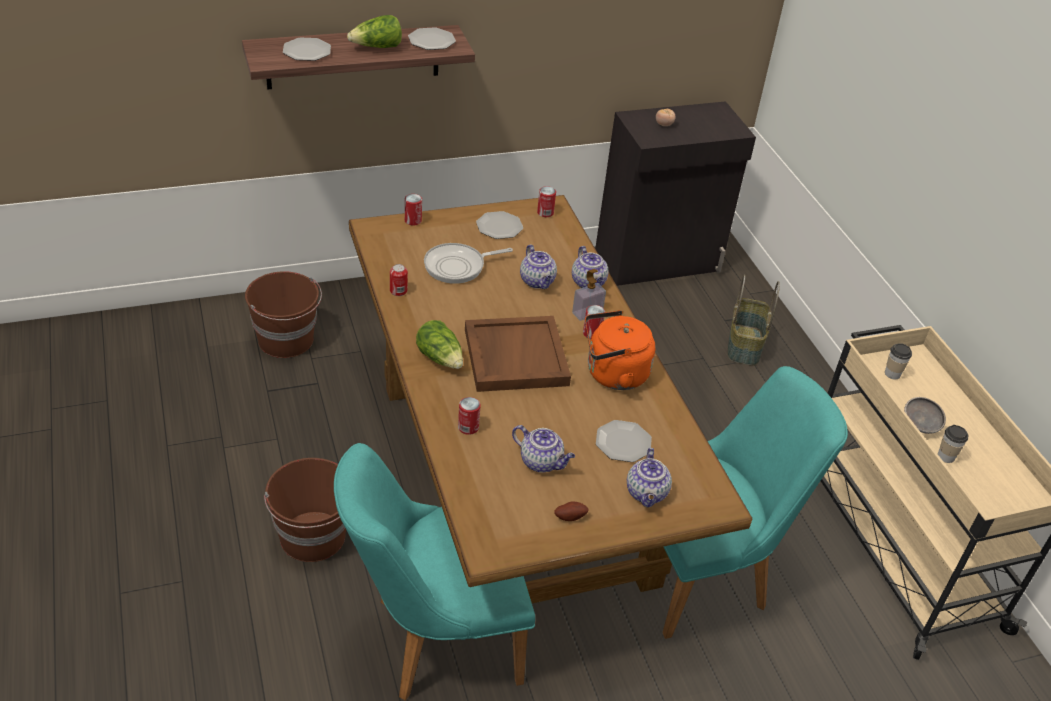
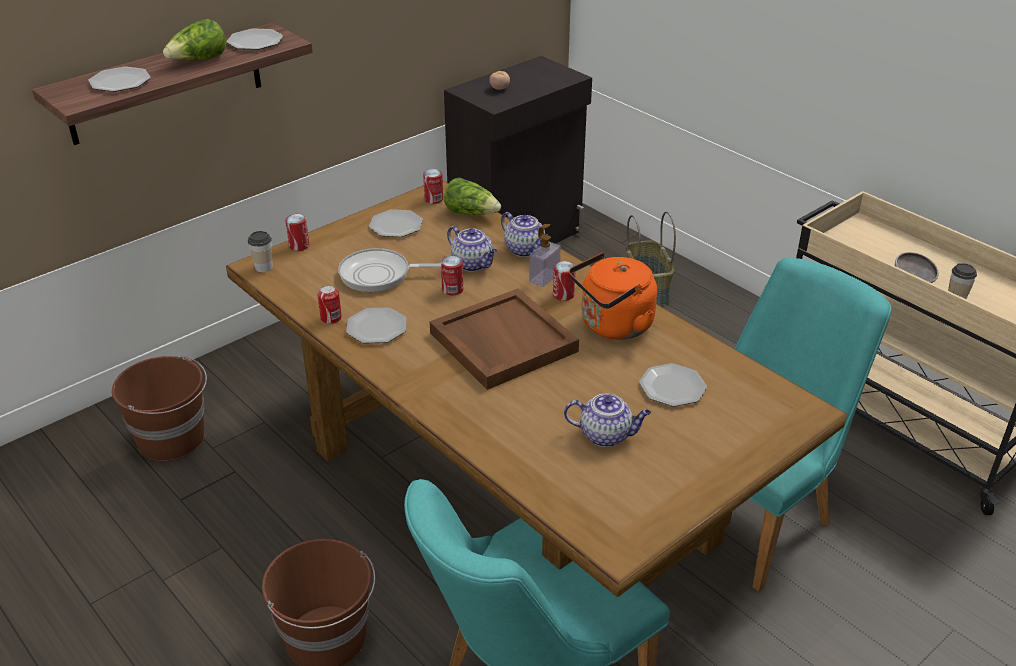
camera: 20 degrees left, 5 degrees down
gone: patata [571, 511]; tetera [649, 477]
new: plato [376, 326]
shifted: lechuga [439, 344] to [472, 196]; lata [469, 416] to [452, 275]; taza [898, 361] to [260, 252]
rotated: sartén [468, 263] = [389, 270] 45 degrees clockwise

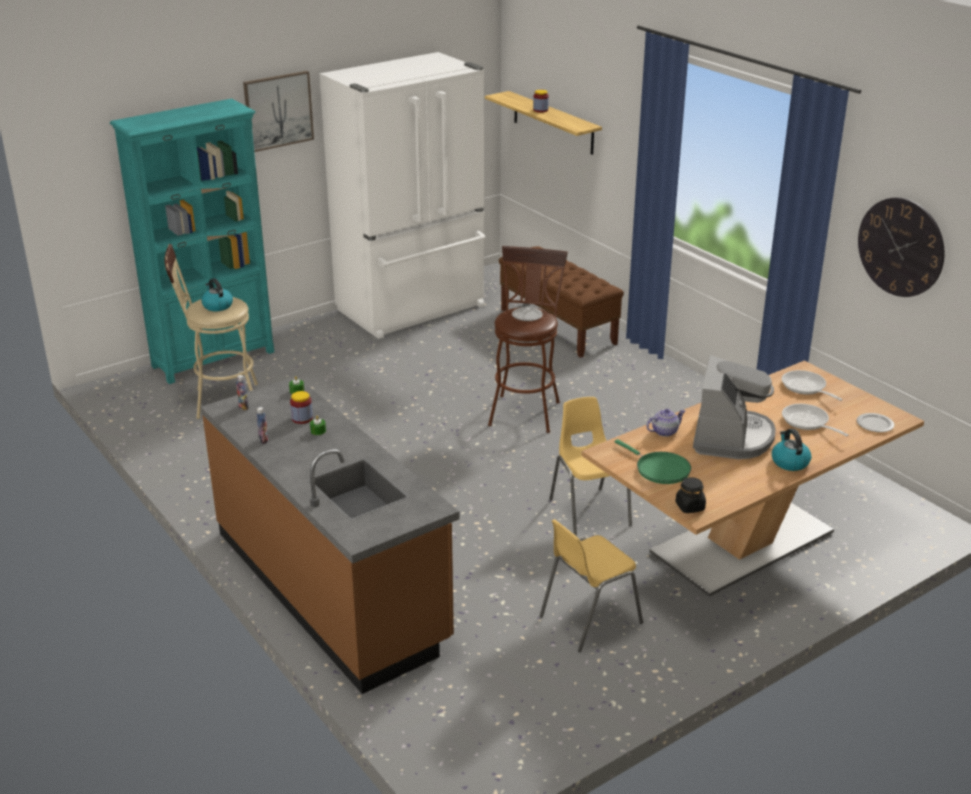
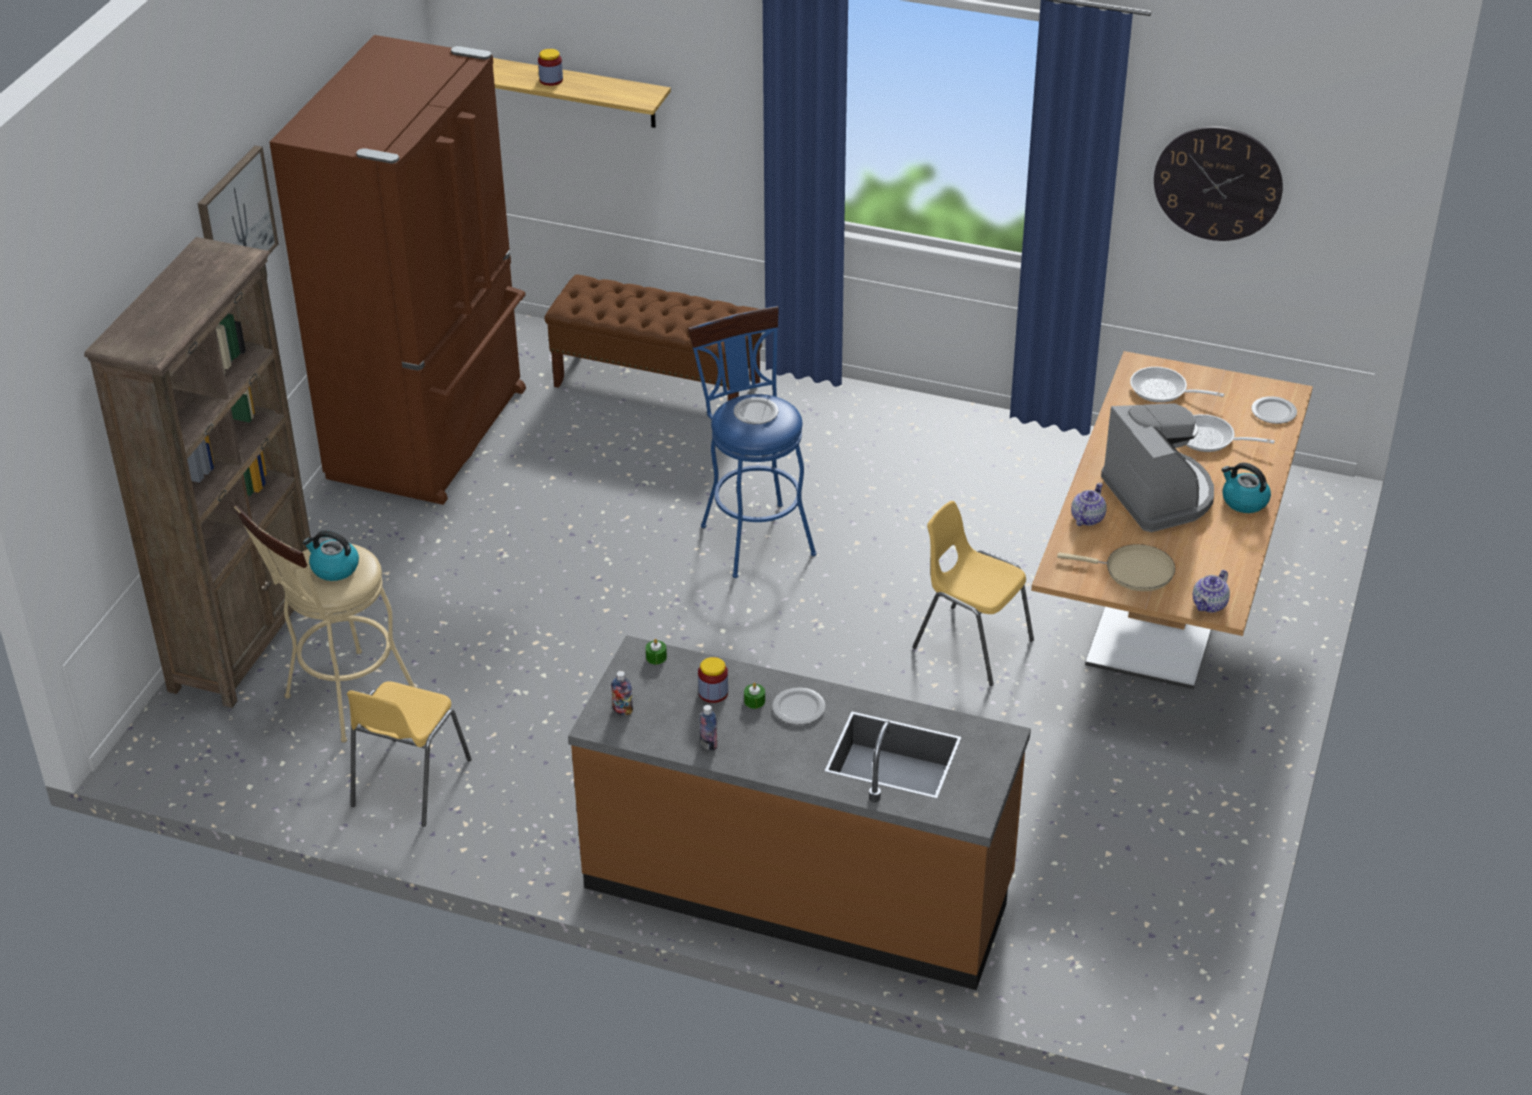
camera: 35 degrees left, 10 degrees up
new: plato [799, 706]
shifted: silla (amarillo) [591, 585] to [409, 754]
swapped: tarro (negro) [690, 495] to tetera [1211, 591]
repainted: estantería (turquesa) [192, 241] to estantería (marrón) [197, 472]; nevera (blanco) [402, 195] to nevera (marrón) [397, 270]; taburete (marrón) [528, 339] to taburete (azul) [752, 442]; sartén (verde) [653, 461] to sartén (beis) [1116, 567]

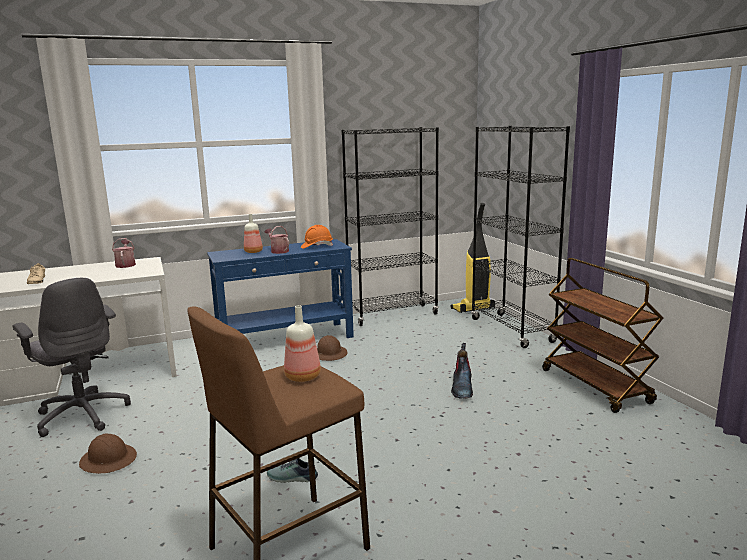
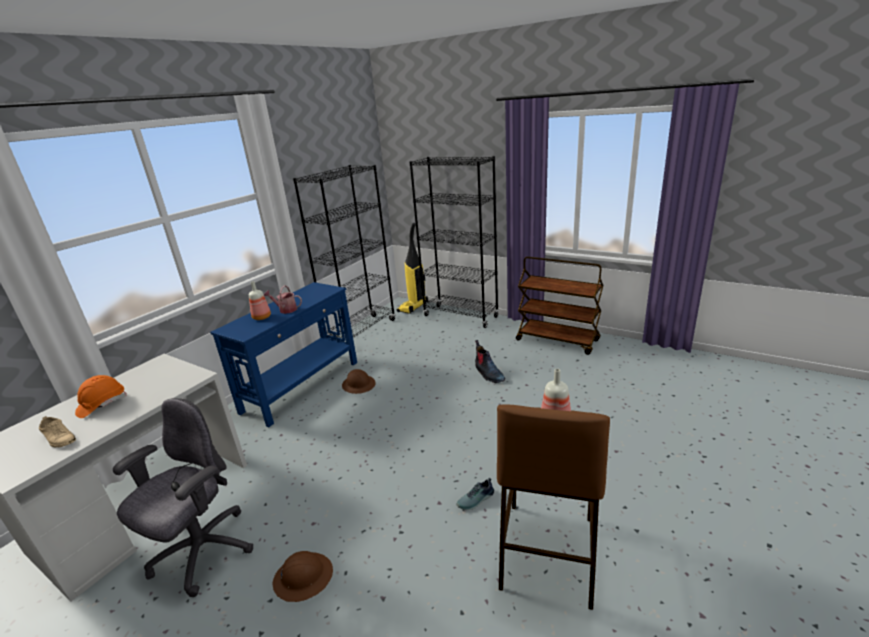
camera: 35 degrees left, 10 degrees up
gone: regadera [124, 253]
shifted: casco (naranja) [317, 237] to [101, 396]
rotated: silla de oficina (gris) [71, 357] = [183, 497] 75 degrees counterclockwise

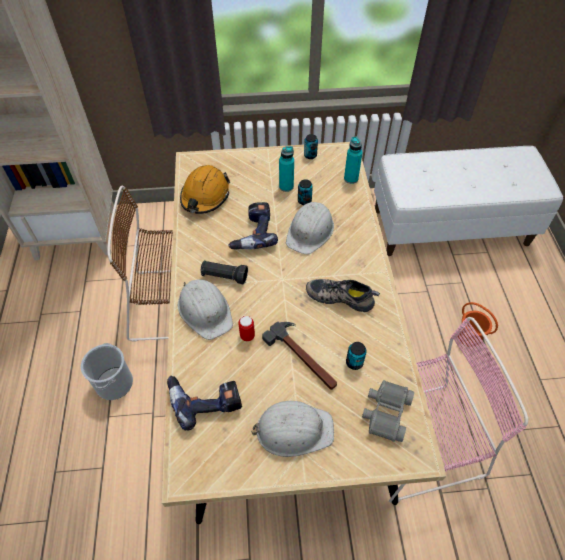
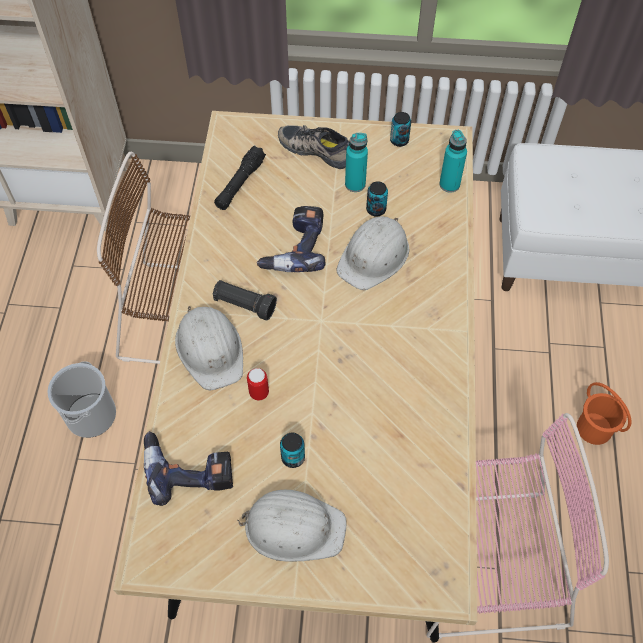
camera: 10 degrees right, 5 degrees up
gone: martillo [299, 356]; prismáticos (gris) [388, 411]
shifted: zapato [343, 295] to [313, 147]; lata [356, 356] to [292, 450]
swapped: casco (naranja) [205, 189] to linterna (negro) [240, 177]

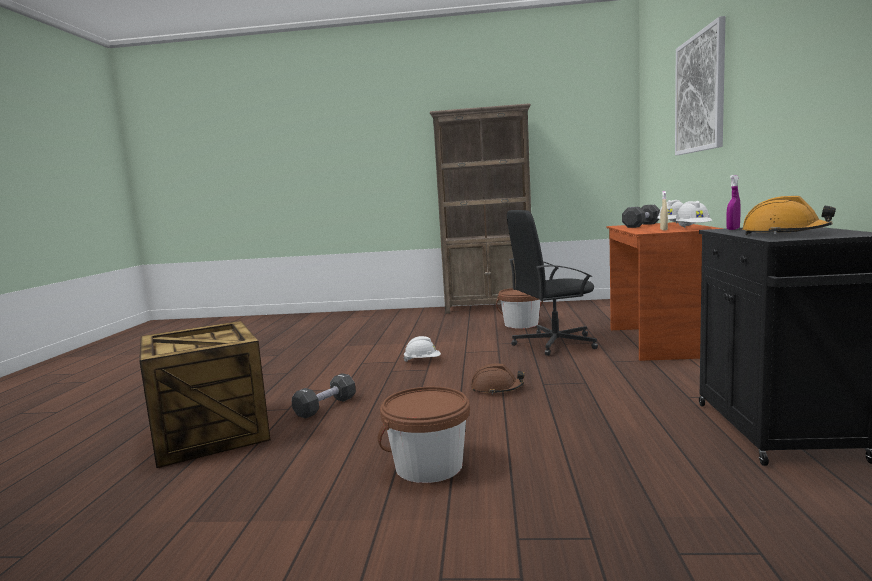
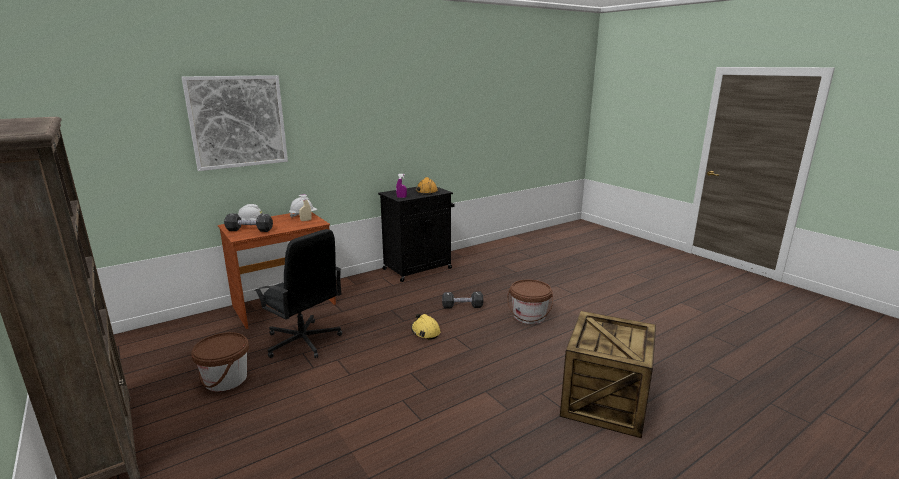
camera: 130 degrees left, 10 degrees up
gone: casco (blanco) [422, 349]
shifted: mancuerna (negro) [324, 396] to [462, 300]
repainted: casco (marrón) [498, 379] to casco (amarillo) [425, 327]

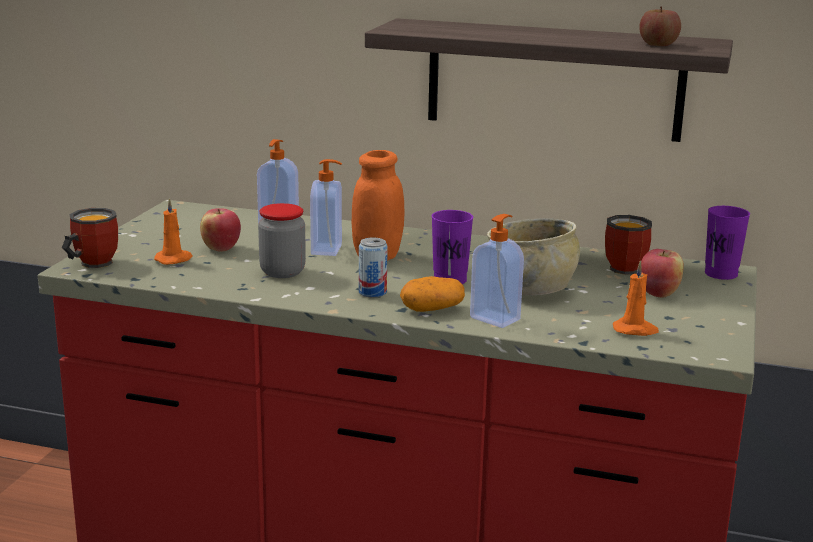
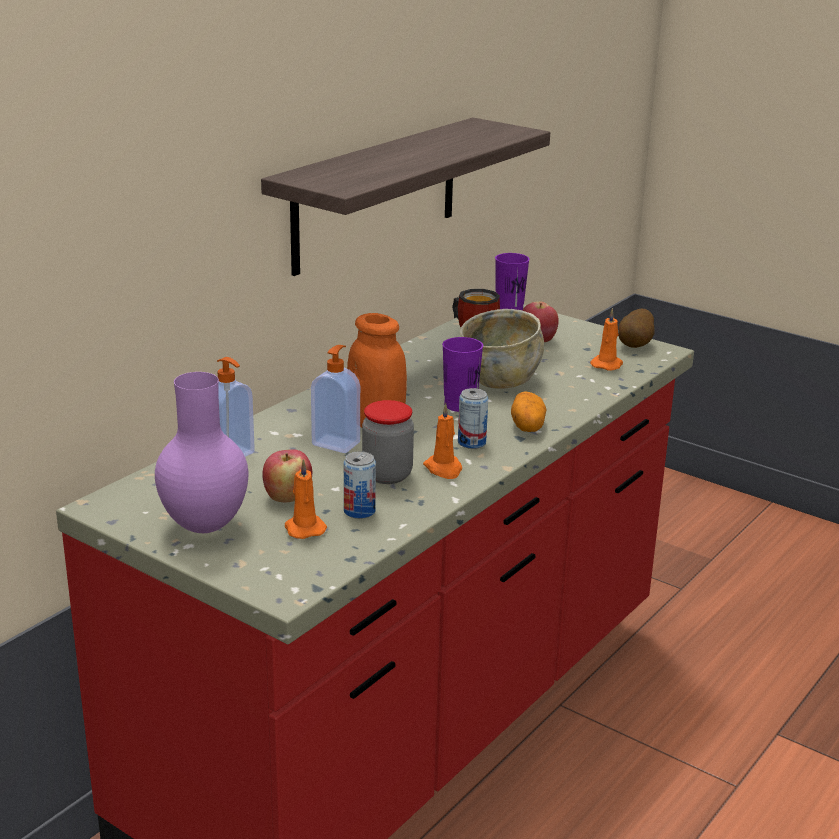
camera: 70 degrees left, 5 degrees up
gone: taza grande [90, 238]; dispensador de jabón [497, 271]; manzana [660, 26]
new: florero (morado) [201, 452]; lata [360, 485]; vela (naranja) [442, 441]; patata [636, 328]

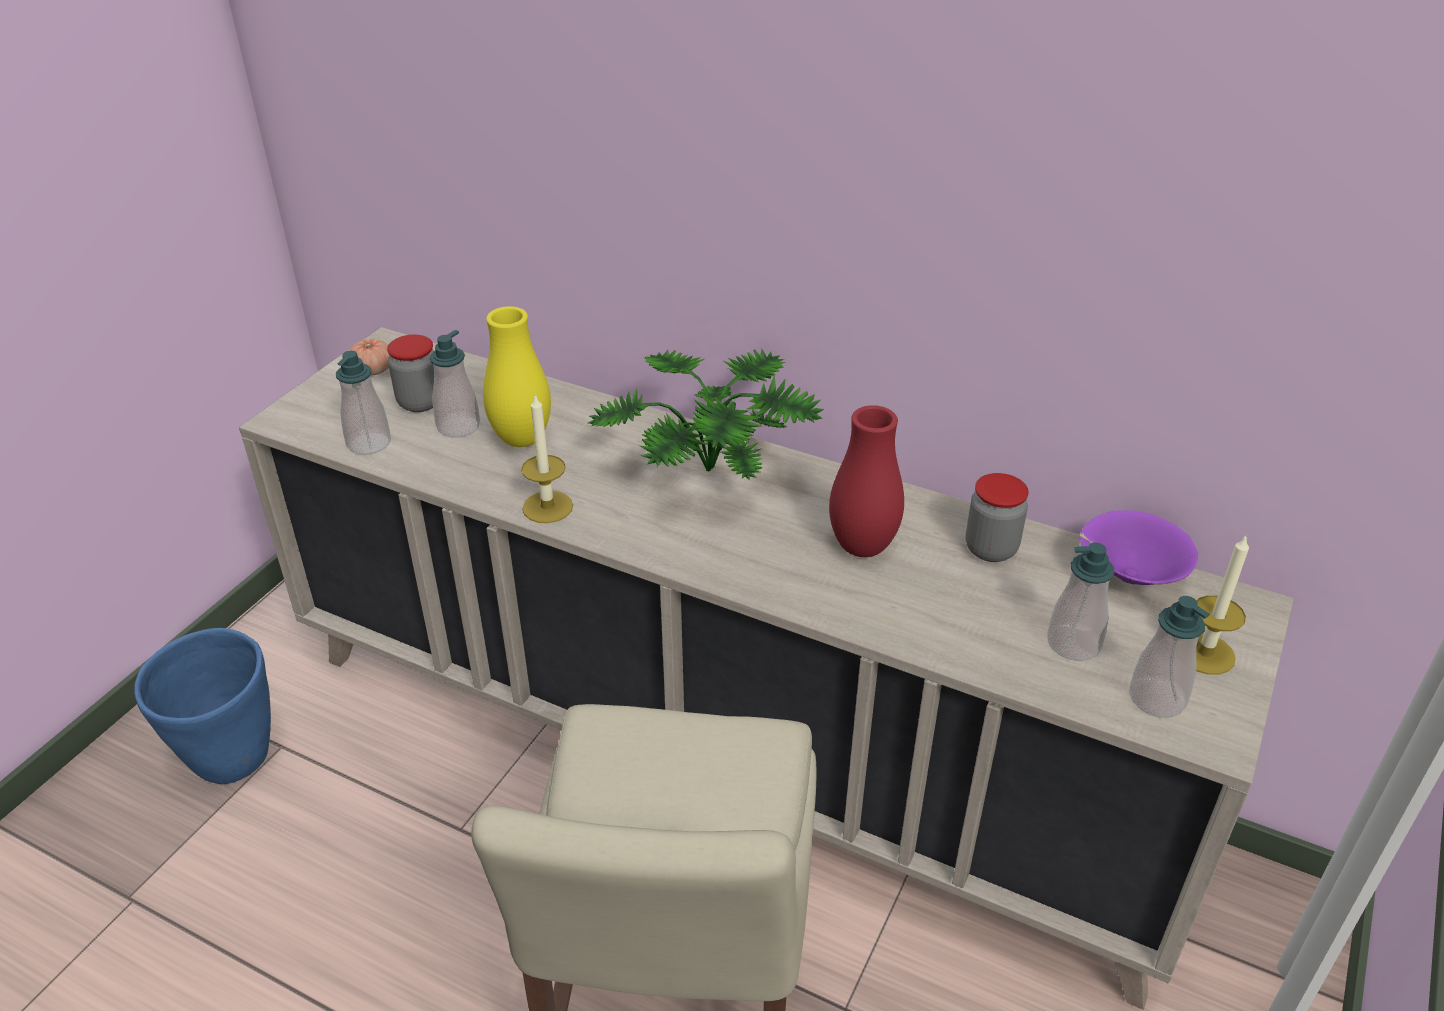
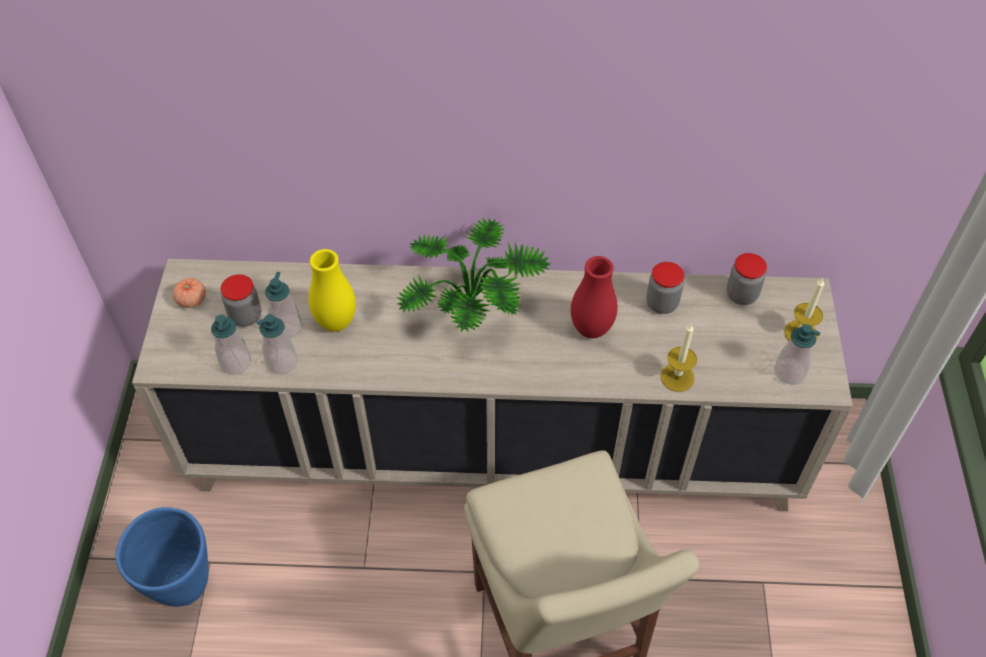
camera: 25 degrees left, 15 degrees up
shifted: vela [547, 459] to [679, 358]; dispensador de jabón [1081, 601] to [276, 344]
swapped: cuenco (morado) [1139, 547] to tarro [747, 279]

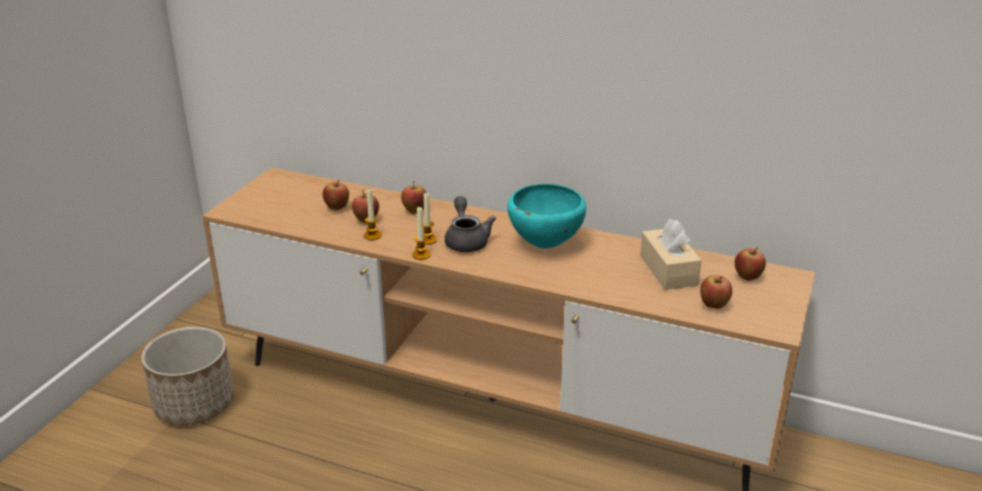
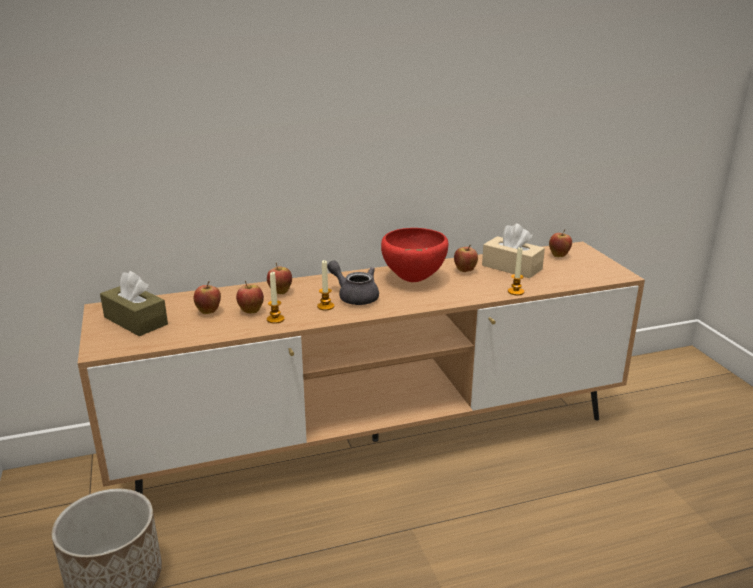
camera: 40 degrees left, 5 degrees down
new: caja de pañuelos (marrón) [134, 303]
shifted: vela [421, 233] to [516, 271]; manzana [716, 292] to [466, 258]
repainted: cuenco (turquesa) [547, 216] to cuenco (rojo) [414, 255]

